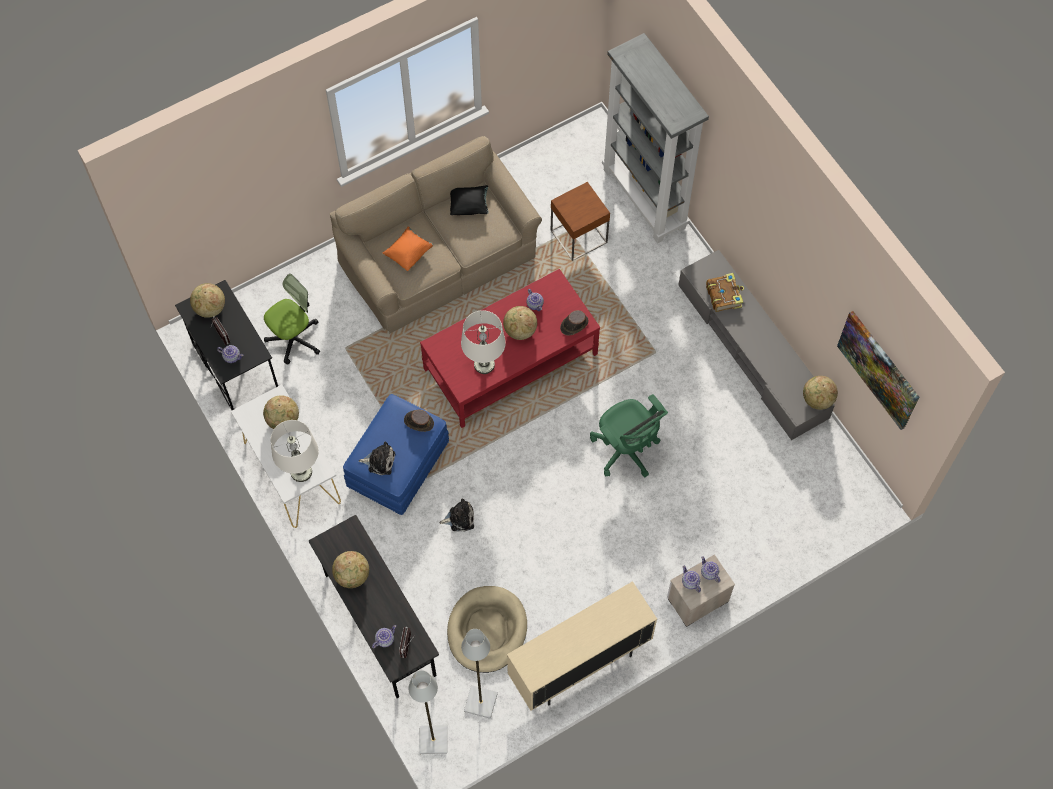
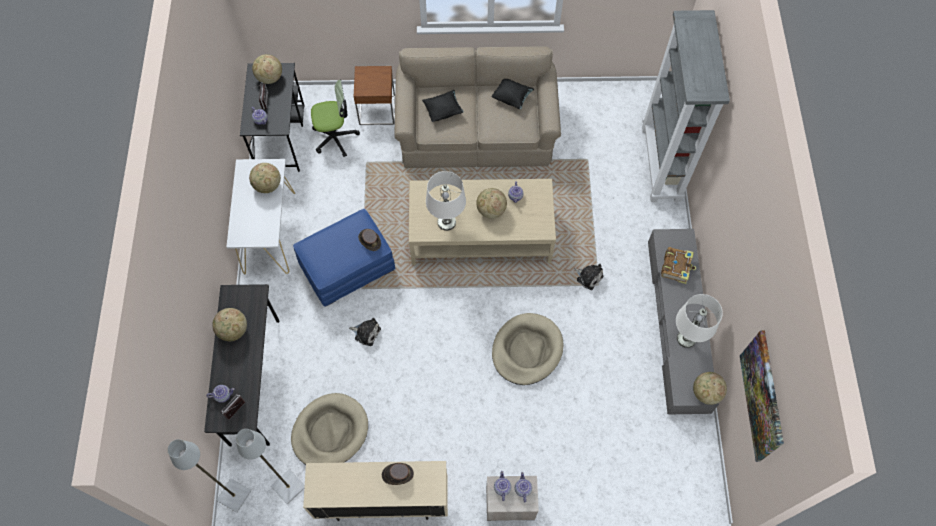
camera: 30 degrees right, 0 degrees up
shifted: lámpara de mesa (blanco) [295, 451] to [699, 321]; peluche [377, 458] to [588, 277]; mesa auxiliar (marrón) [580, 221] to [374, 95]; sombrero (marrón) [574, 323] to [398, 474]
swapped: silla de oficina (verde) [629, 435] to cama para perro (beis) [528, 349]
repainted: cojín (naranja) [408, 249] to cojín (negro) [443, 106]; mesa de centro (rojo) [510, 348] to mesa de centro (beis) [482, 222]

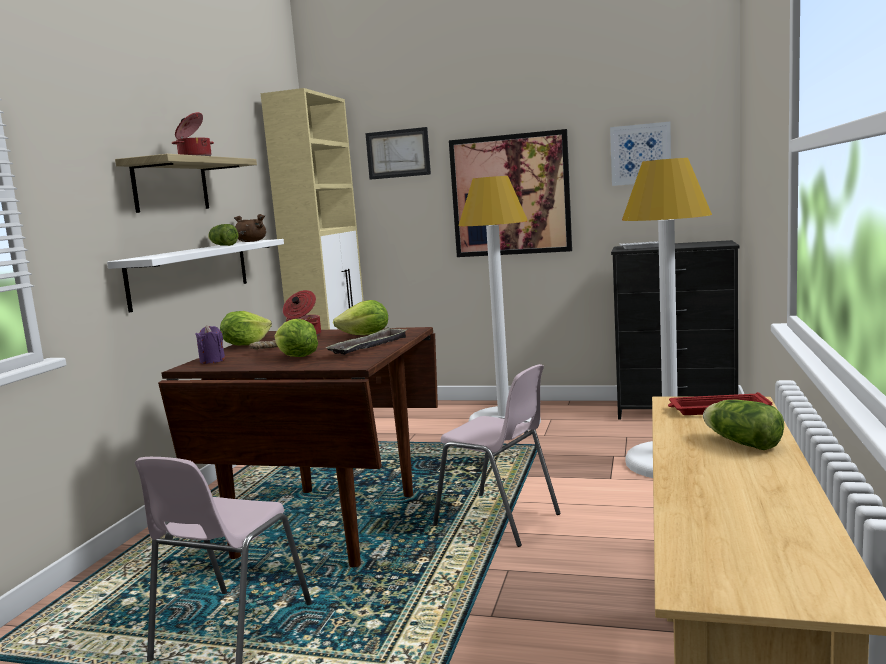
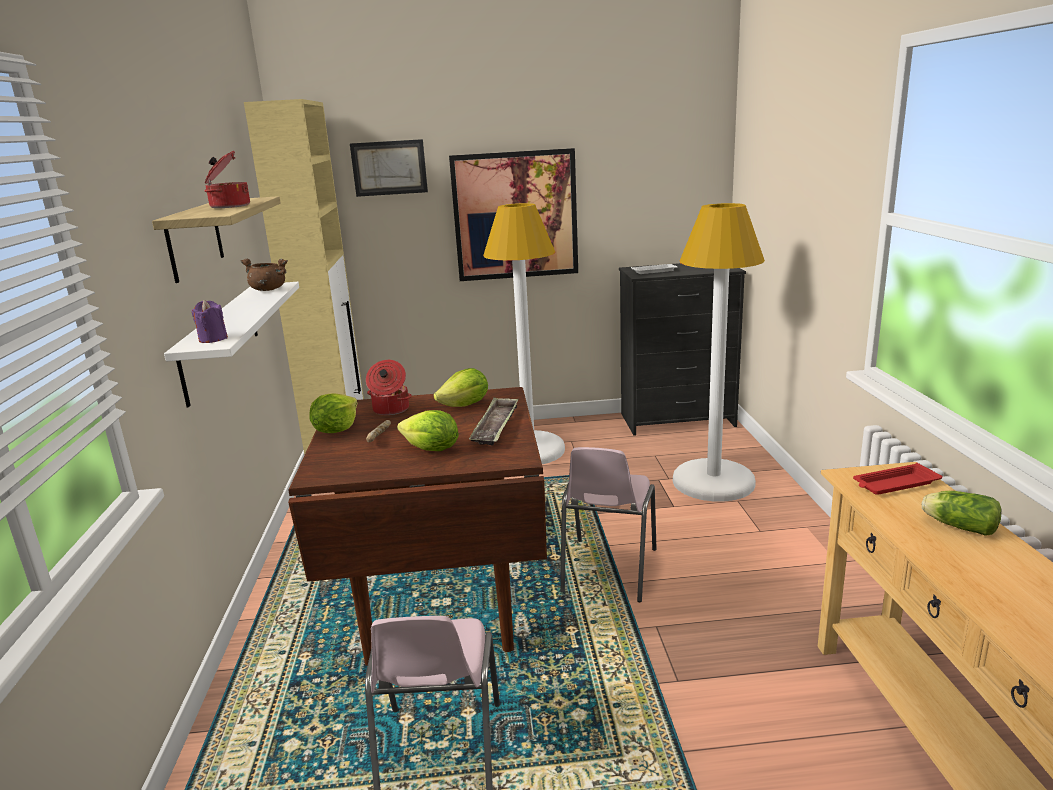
camera: 20 degrees left, 10 degrees up
gone: lechuga [223, 235]; cuadro [640, 154]
shifted: vela (morado) [210, 344] to [209, 321]
rotated: silla (rosa) [497, 455] = [608, 524] 90 degrees clockwise

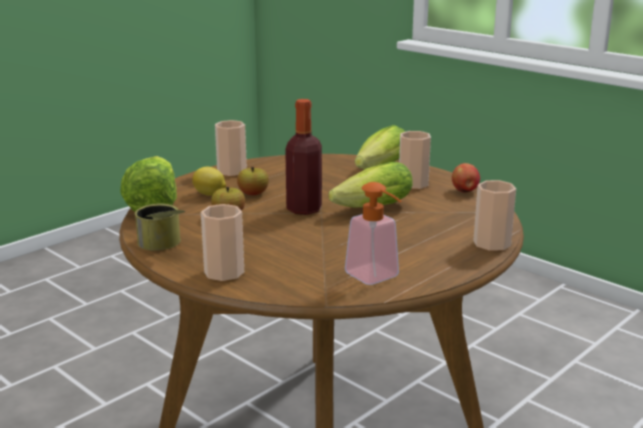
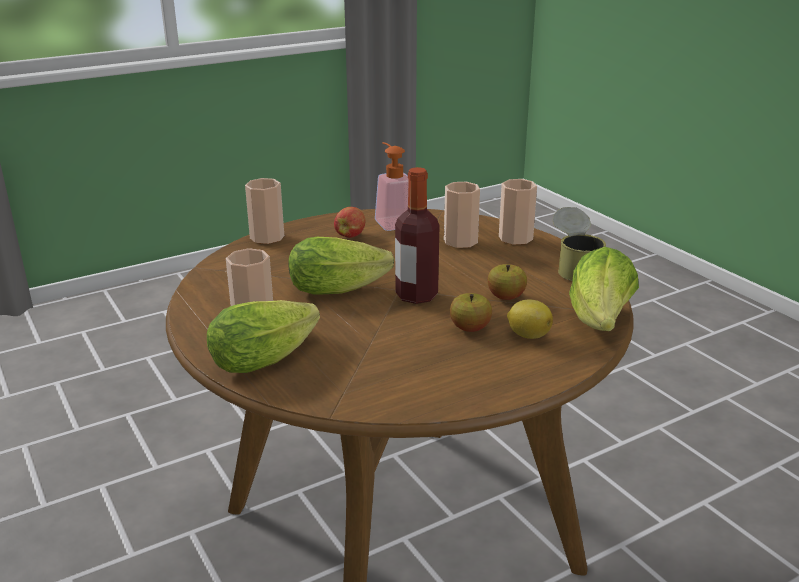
camera: 165 degrees left, 5 degrees up
shifted: taza [231, 148] to [462, 215]; manzana [466, 178] to [350, 222]

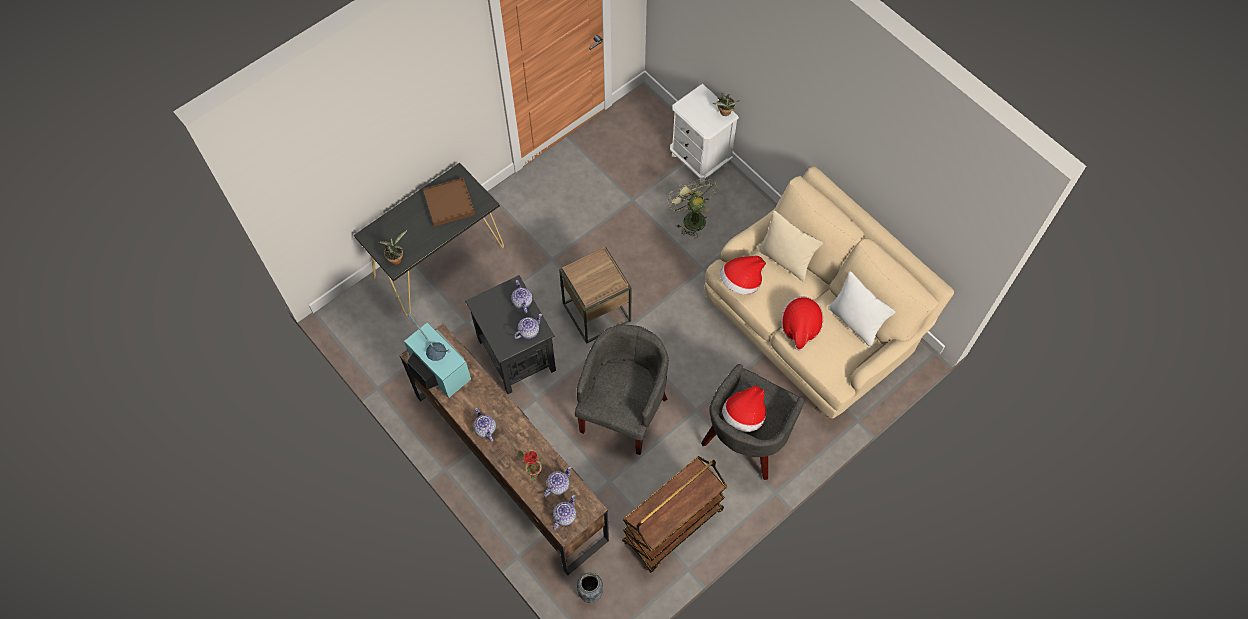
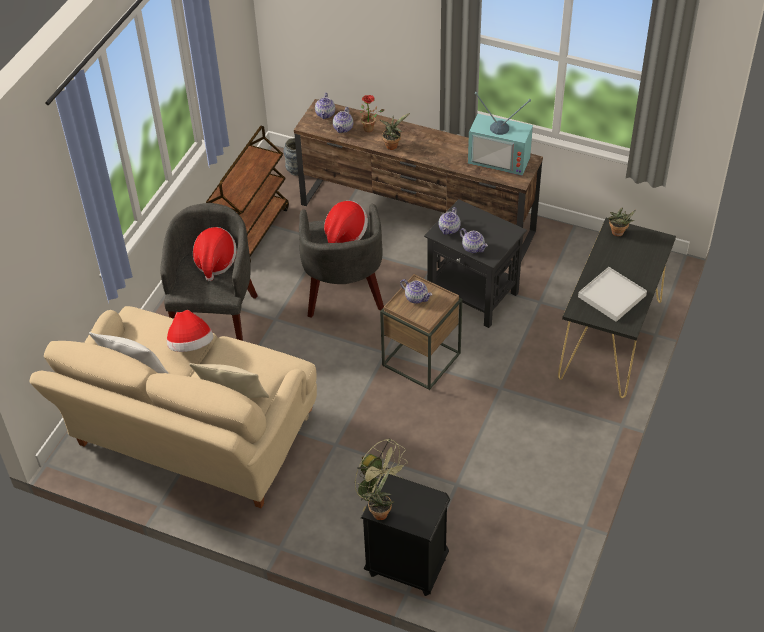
camera: 155 degrees right, 15 degrees down
new: planta en maceta [395, 131]
shifted: tetera [484, 425] to [416, 291]; sombrero [743, 275] to [346, 222]
repainted: bandeja (marrón) [449, 202] to bandeja (blanco) [612, 294]; mesita de noche (blanco) [704, 134] to mesita de noche (negro) [405, 535]

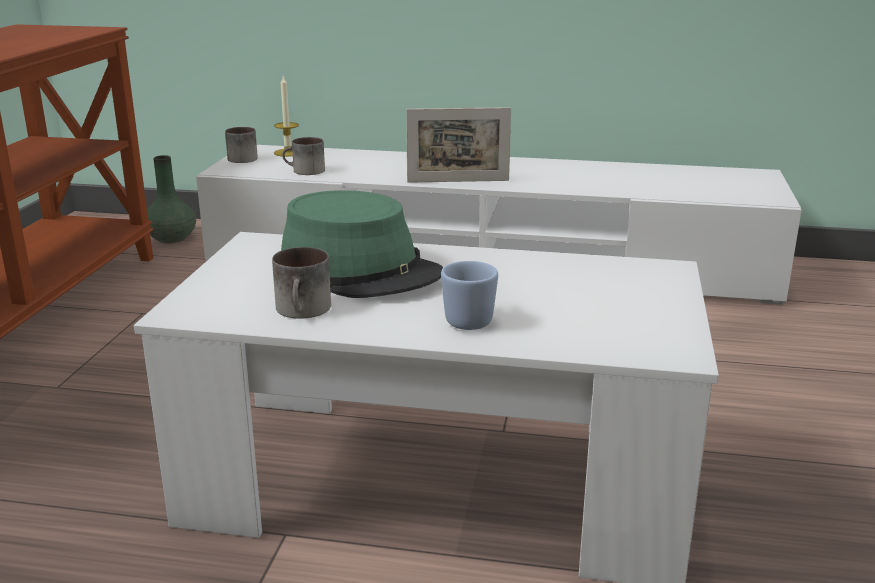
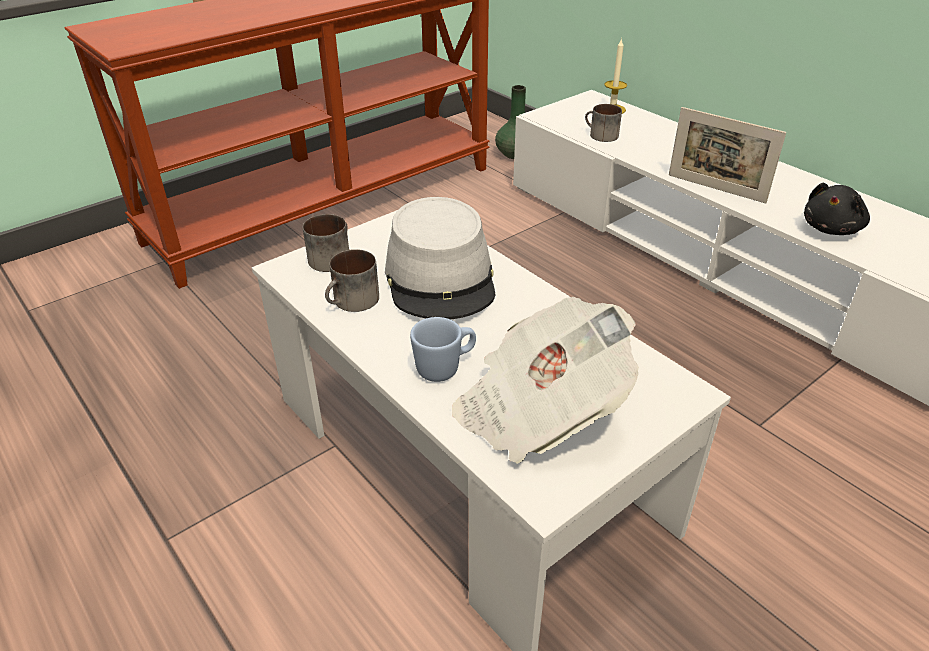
camera: 40 degrees right, 15 degrees up
new: periódico [545, 380]; peluche (negro) [837, 209]
shifted: taza grande [241, 145] to [326, 243]
repainted: sombrero (verde) [362, 244] to sombrero (gris) [440, 258]

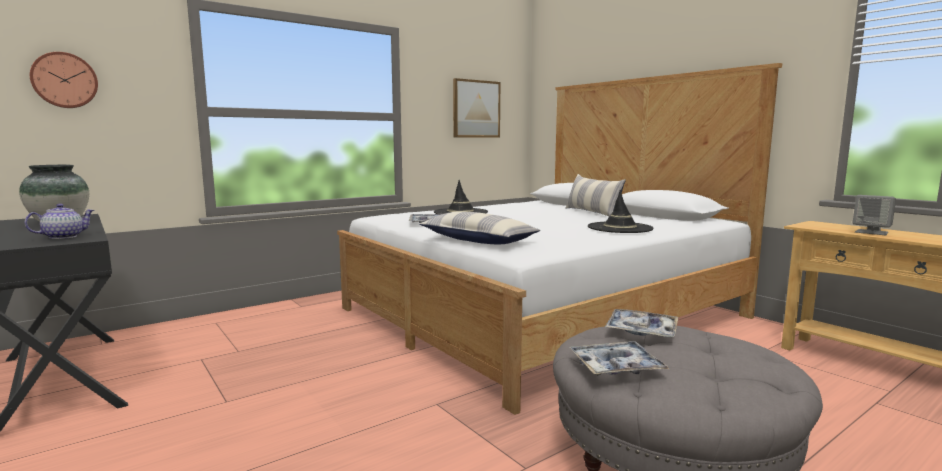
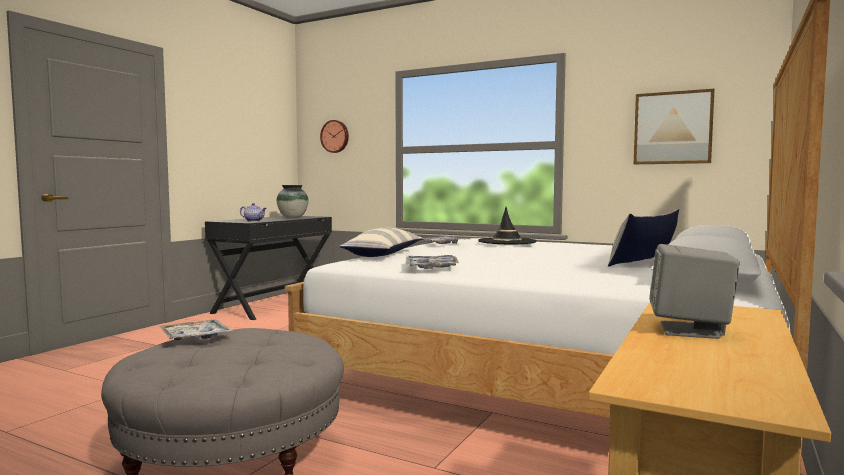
camera: 65 degrees right, 5 degrees down
gone: sombrero (negro) [621, 211]
shifted: bandeja [641, 323] to [432, 262]

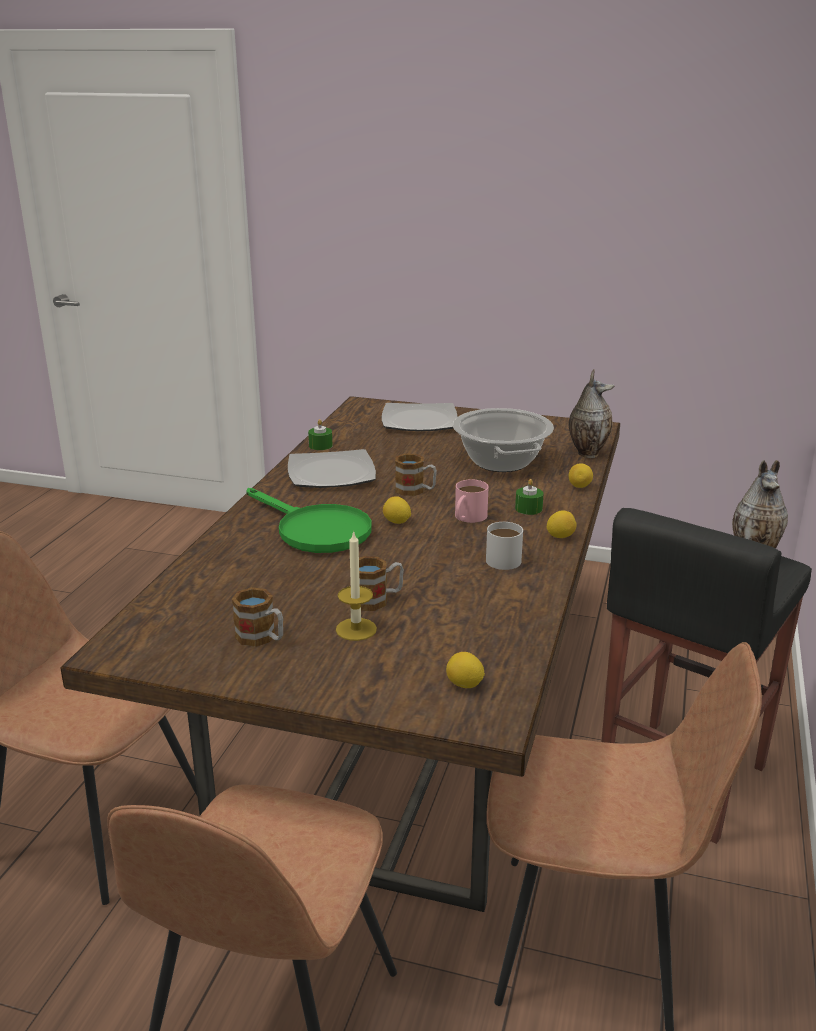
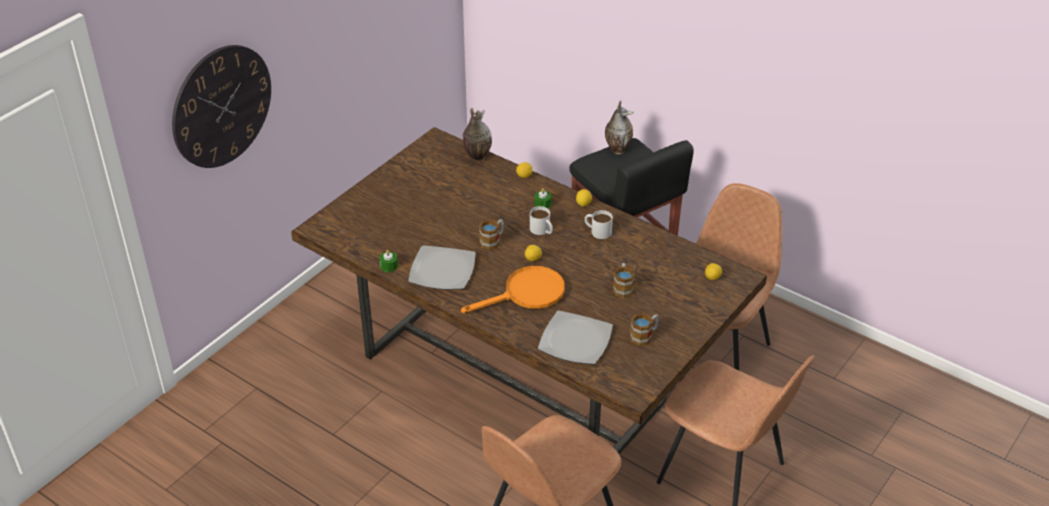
camera: 70 degrees left, 15 degrees up
gone: vela [356, 585]; olla [503, 440]
new: reloj de pared [221, 106]
shifted: plato [420, 417] to [575, 337]
repainted: sartén (verde) [309, 520] to sartén (naranja) [513, 289]; taza grande (rosa) [472, 501] to taza grande (blanco) [541, 220]

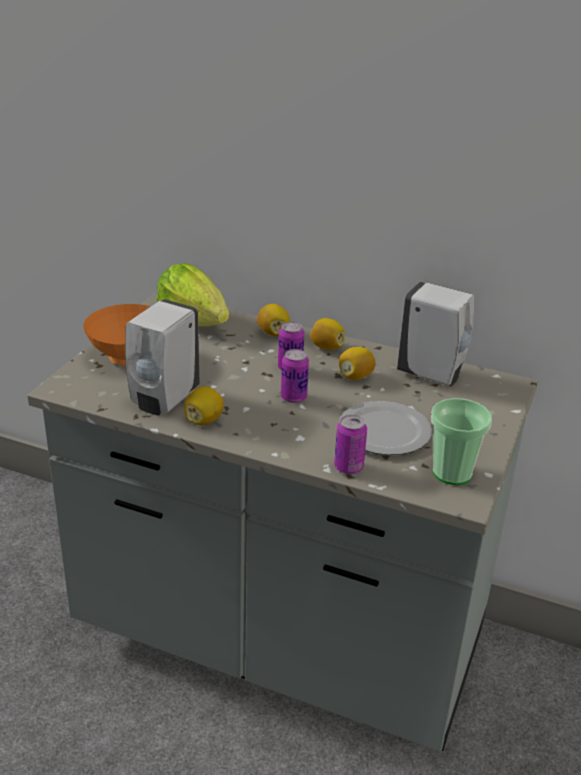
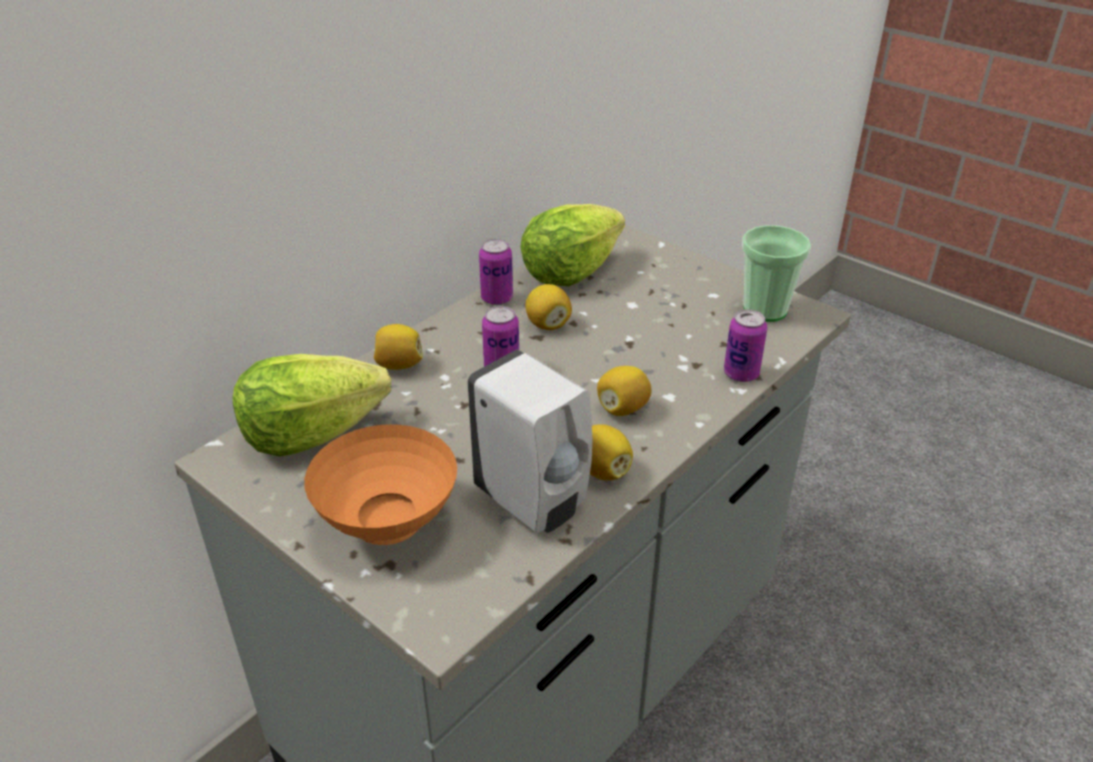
camera: 70 degrees left, 5 degrees up
gone: plato [385, 428]
shifted: lata [295, 376] to [496, 272]; limón [327, 334] to [624, 391]
swapped: dispensador de jabón (blanco) [435, 334] to lechuga [572, 245]

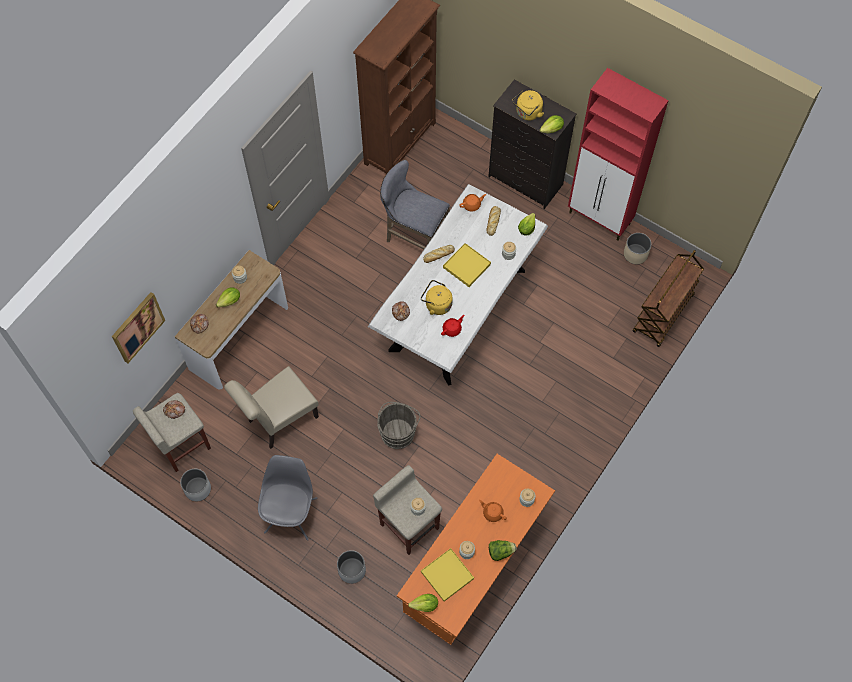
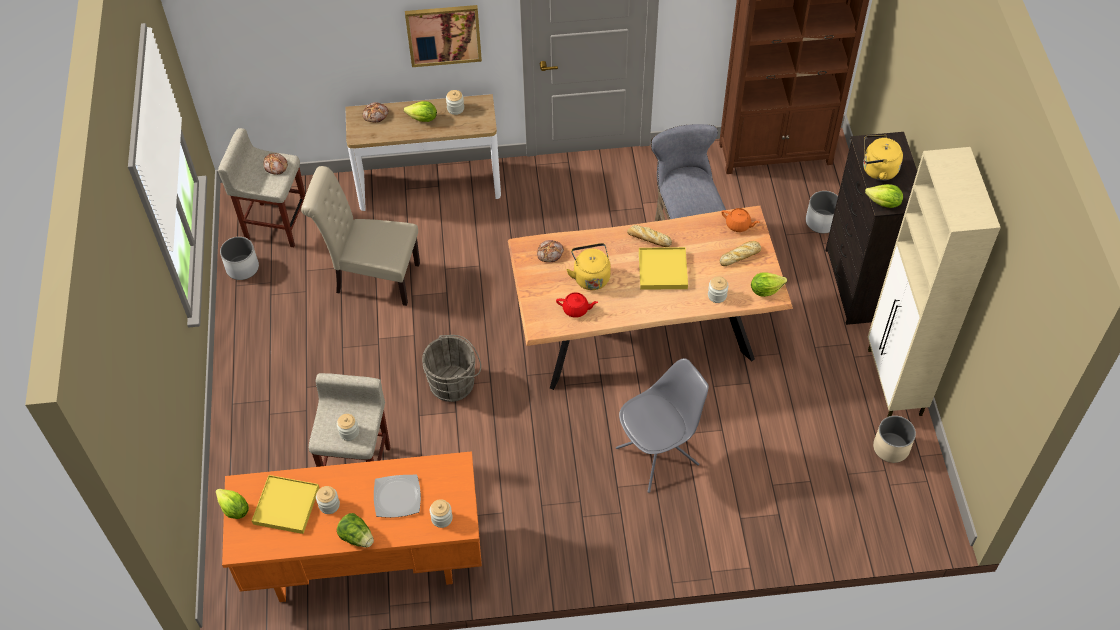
camera: 50 degrees right, 10 degrees down
gone: carrito (marrón) [668, 298]
shifted: cuadro [138, 327] to [443, 36]; silla (gris) [288, 498] to [662, 425]; maceta (blanco) [351, 567] to [822, 212]
swapped: tetera (naranja) [493, 511] to plato [397, 496]
repainted: mesa de comedor (blanco) [458, 285] to mesa de comedor (marrón) [650, 298]; armario (rojo) [618, 154] to armario (beis) [934, 282]

